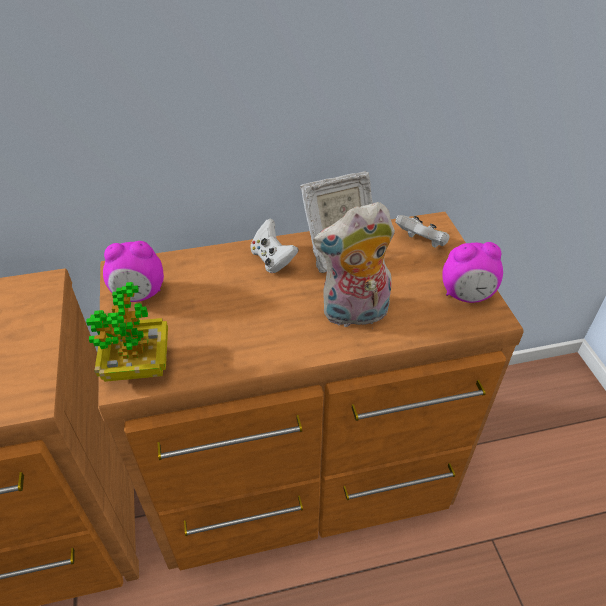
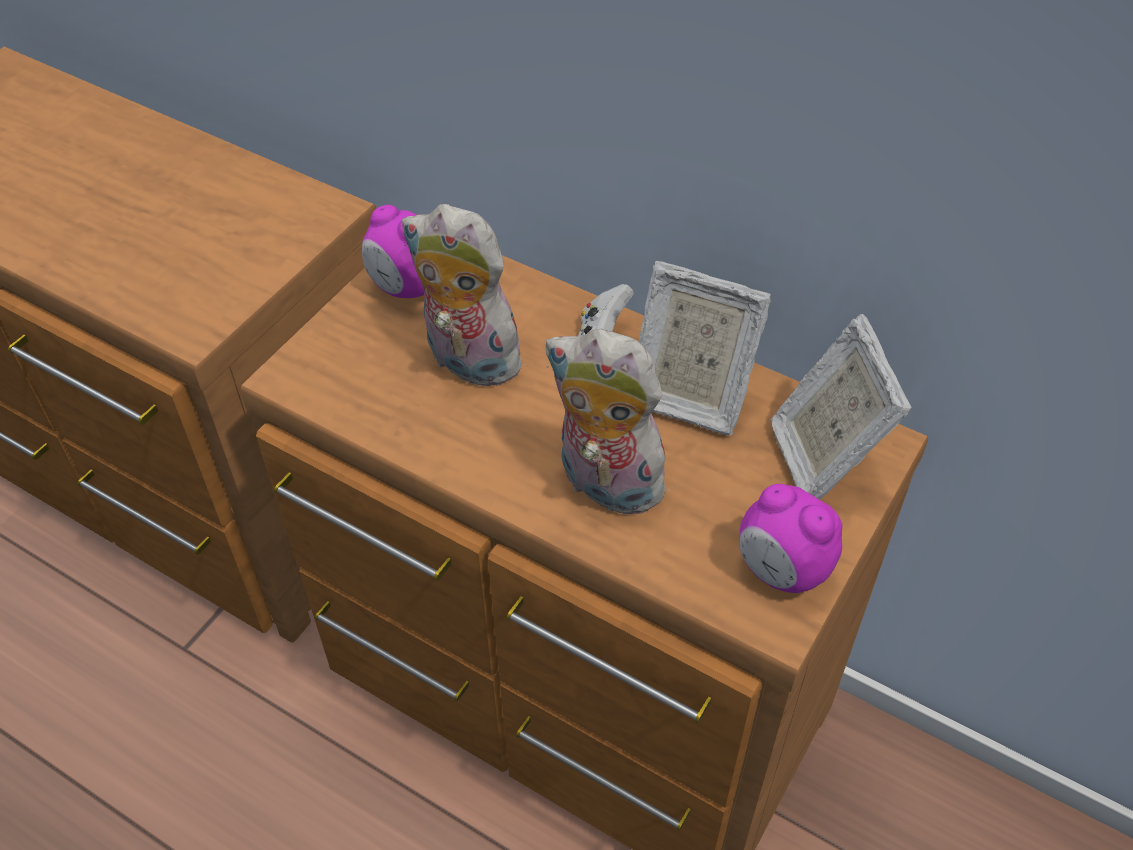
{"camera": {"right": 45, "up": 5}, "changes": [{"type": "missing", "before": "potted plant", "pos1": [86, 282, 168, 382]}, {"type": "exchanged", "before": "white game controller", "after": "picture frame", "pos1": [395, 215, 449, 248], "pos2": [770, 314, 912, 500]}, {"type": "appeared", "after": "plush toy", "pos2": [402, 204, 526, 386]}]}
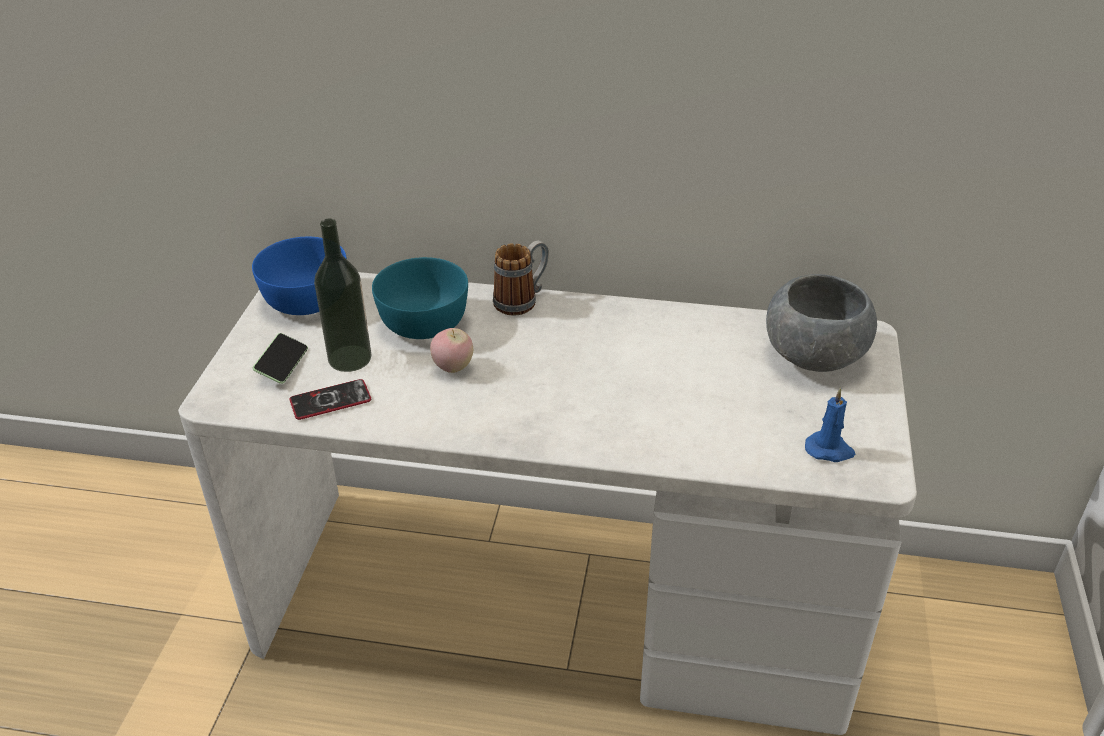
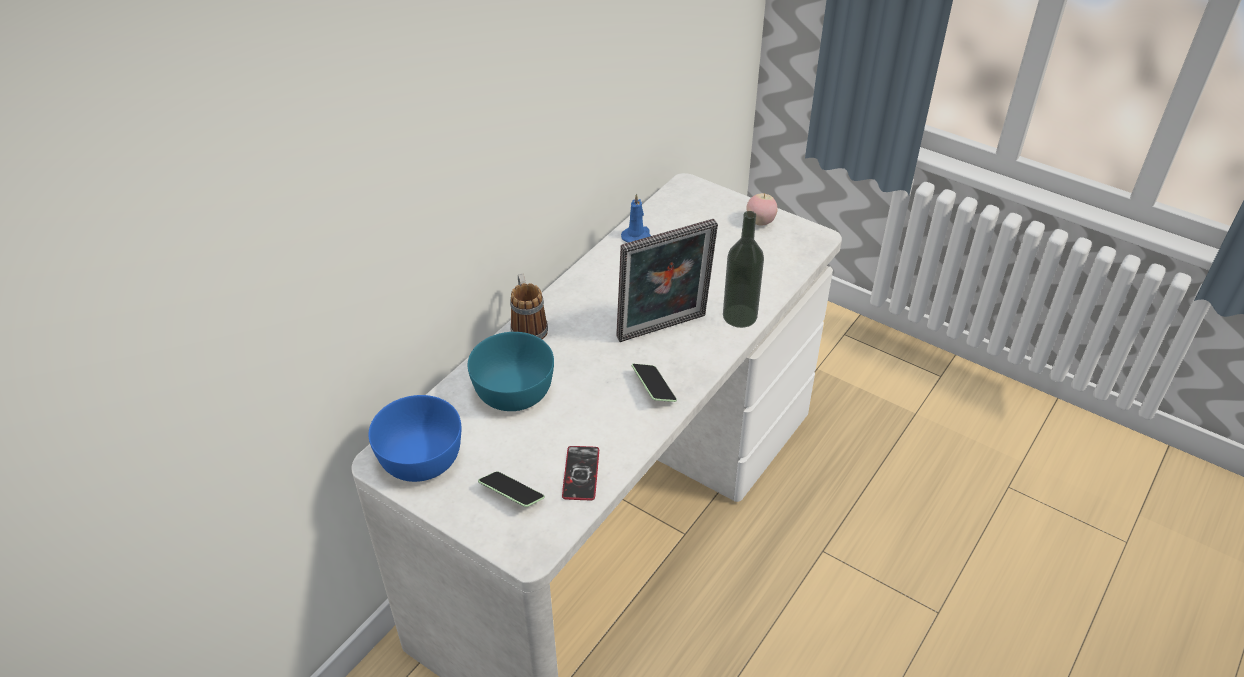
{"camera": {"right": -65, "up": 5}, "changes": [{"type": "relocated", "before": "bottle", "pos1": [314, 219, 372, 372], "pos2": [723, 211, 764, 328]}, {"type": "relocated", "before": "apple", "pos1": [430, 328, 473, 373], "pos2": [747, 193, 778, 225]}, {"type": "missing", "before": "grey bowl", "pos1": [766, 274, 877, 372]}, {"type": "relocated", "before": "blue candle", "pos1": [805, 388, 855, 462], "pos2": [621, 193, 651, 242]}, {"type": "appeared", "after": "picture frame", "pos2": [616, 219, 718, 342]}, {"type": "appeared", "after": "phone", "pos2": [632, 364, 677, 402]}]}
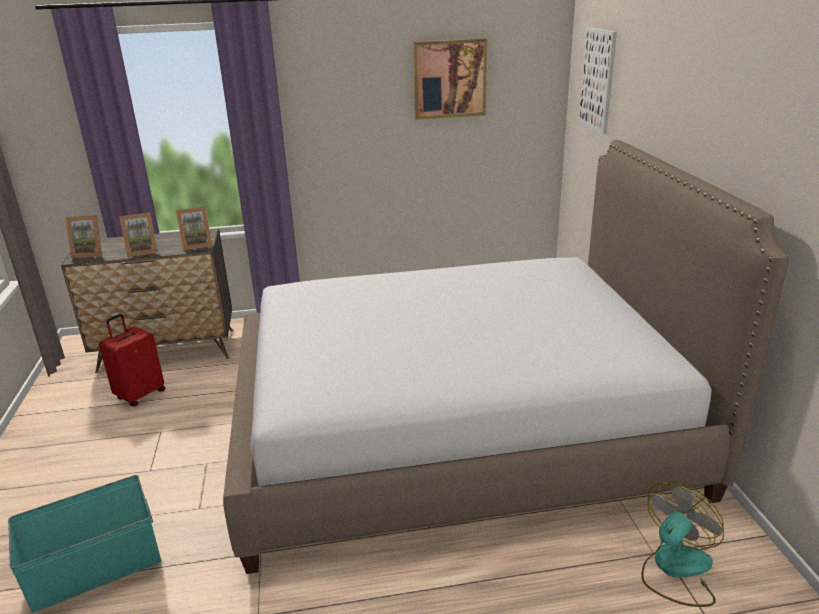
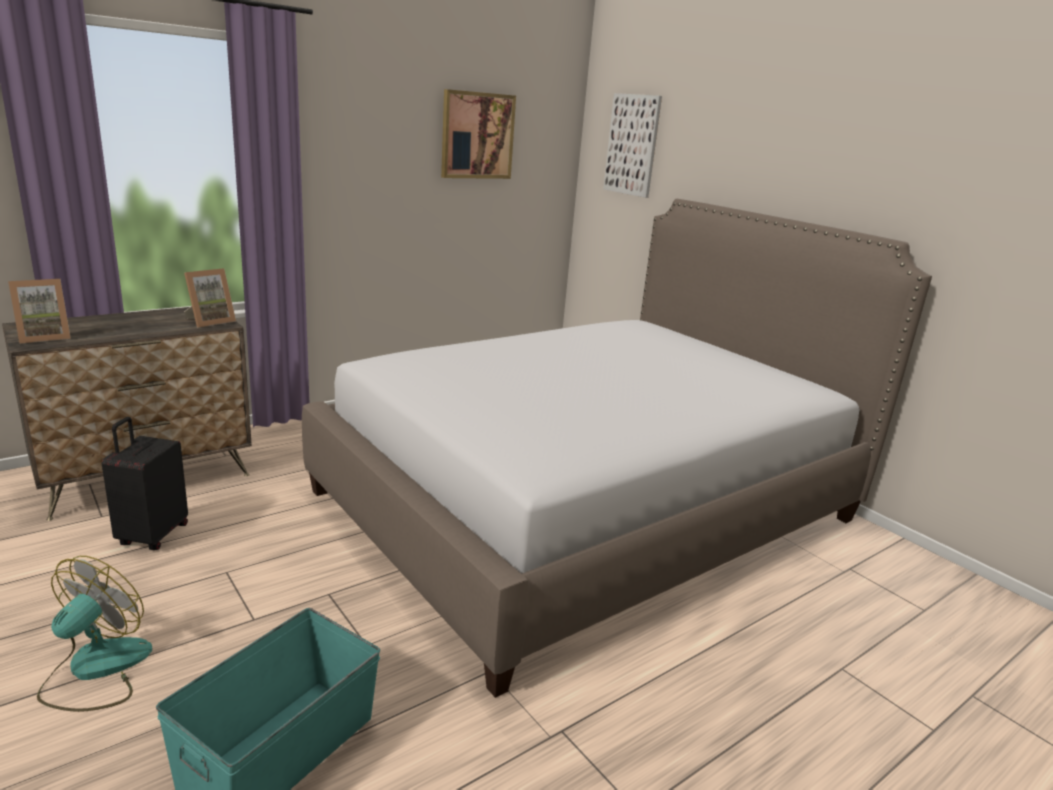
{"camera": {"right": -30, "up": -5}, "changes": [{"type": "colour", "before": "red suitcase", "after": "black suitcase", "pos1": [99, 314, 165, 406], "pos2": [102, 417, 188, 550]}, {"type": "missing", "before": "picture frame", "pos1": [119, 212, 158, 257]}, {"type": "relocated", "before": "fan", "pos1": [641, 481, 724, 607], "pos2": [37, 556, 153, 712]}]}
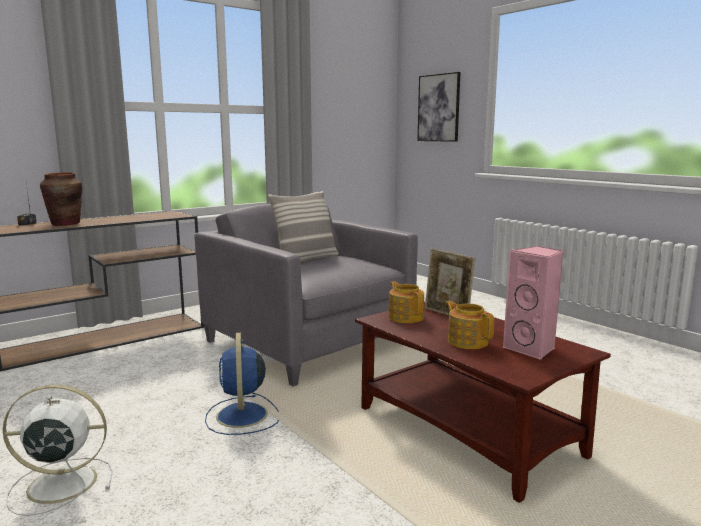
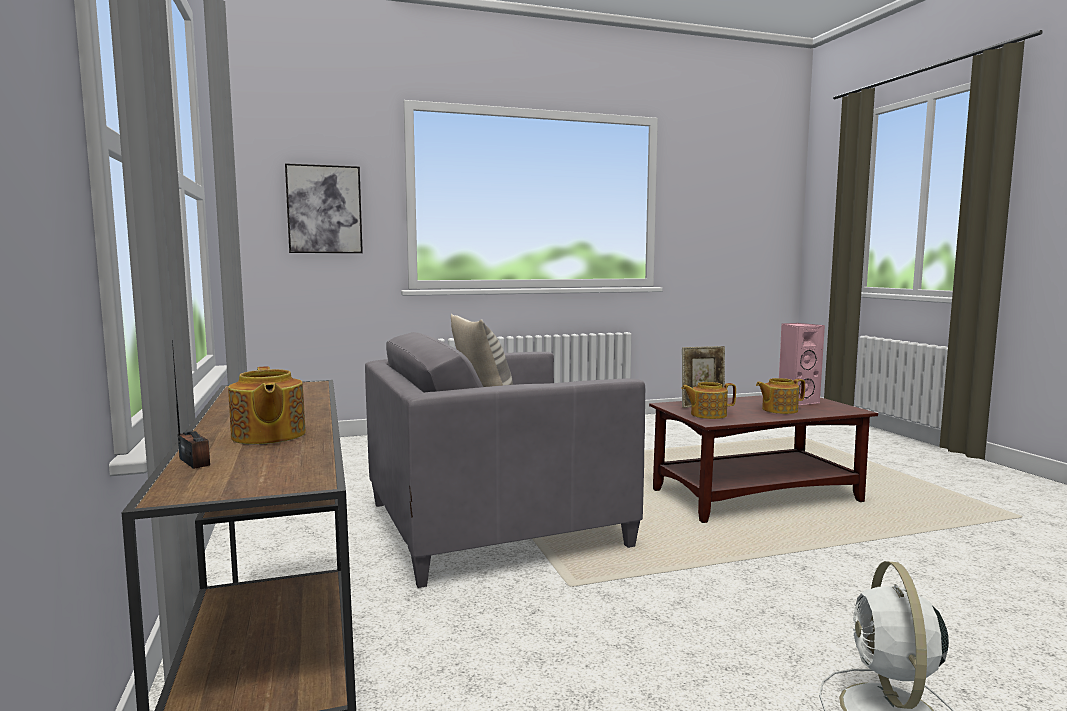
{"camera": {"right": -70, "up": -5}, "changes": [{"type": "exchanged", "before": "brown vase", "after": "teapot", "pos1": [40, 172, 82, 226], "pos2": [228, 366, 306, 444]}, {"type": "missing", "before": "blue fan", "pos1": [205, 333, 279, 435]}]}
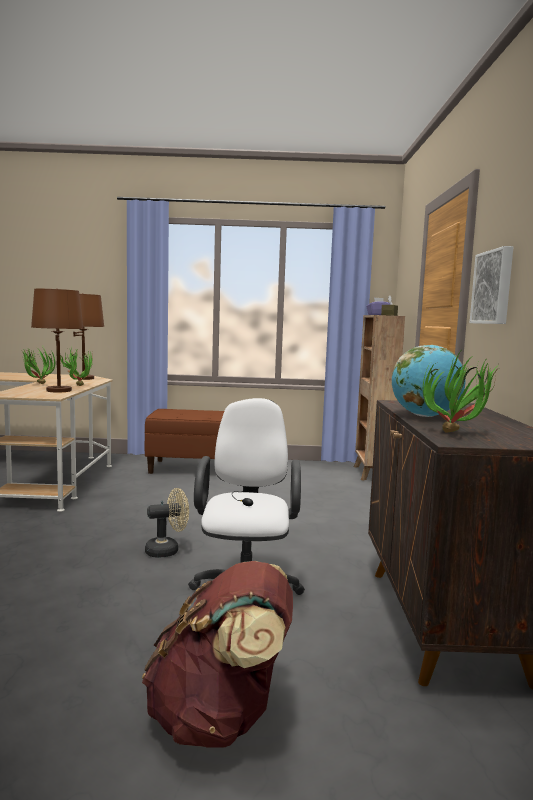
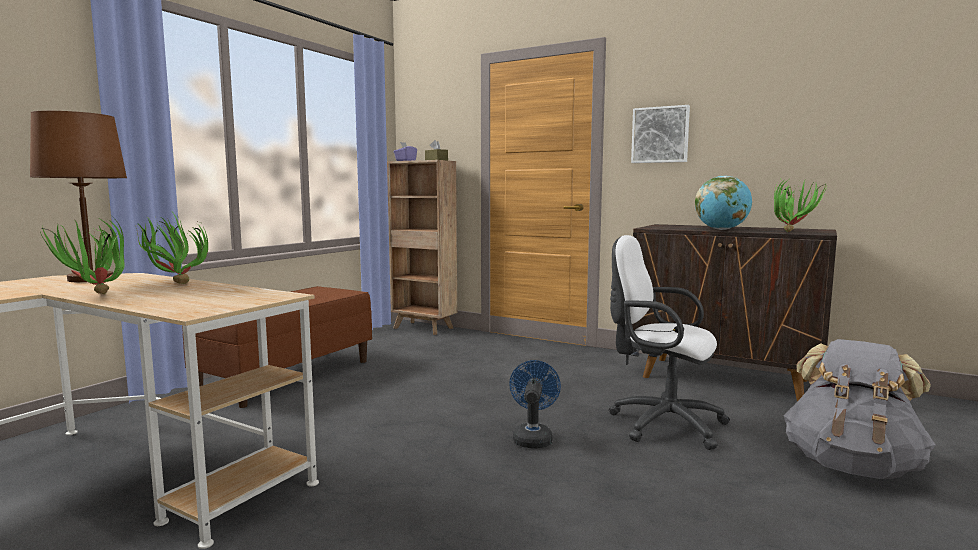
{"camera": {"right": -60, "up": 0}, "changes": [{"type": "missing", "before": "brown table lamp", "pos1": [31, 288, 84, 392]}, {"type": "colour", "before": "brown backpack", "after": "grey backpack", "pos1": [142, 561, 293, 748], "pos2": [784, 339, 935, 479]}, {"type": "colour", "before": "beige fan", "after": "blue fan", "pos1": [145, 488, 189, 558], "pos2": [509, 360, 561, 448]}]}
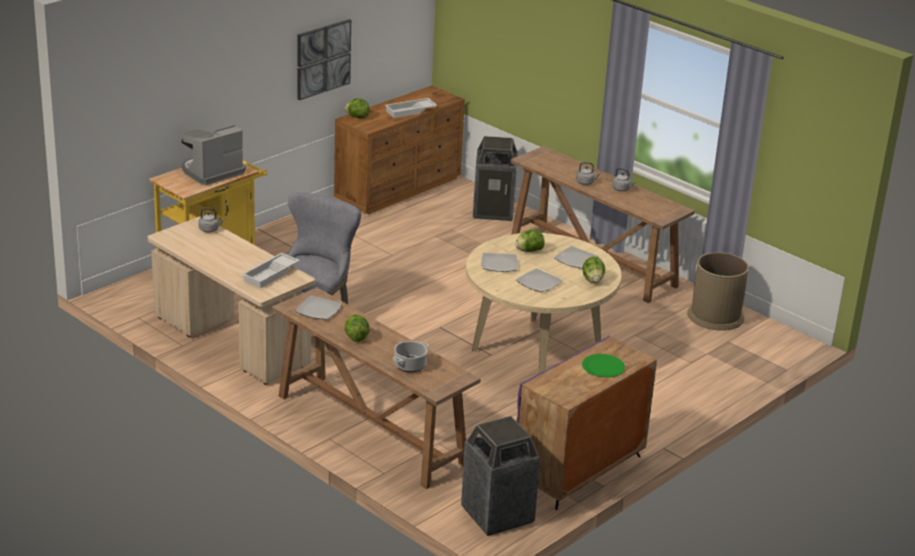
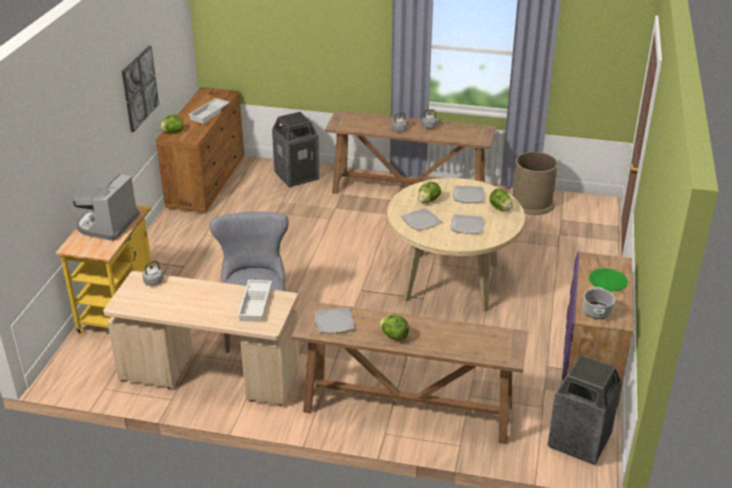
{"camera": {"right": -30, "up": 5}, "changes": [{"type": "relocated", "before": "cooking pot", "pos1": [393, 341, 429, 372], "pos2": [583, 287, 616, 319]}]}
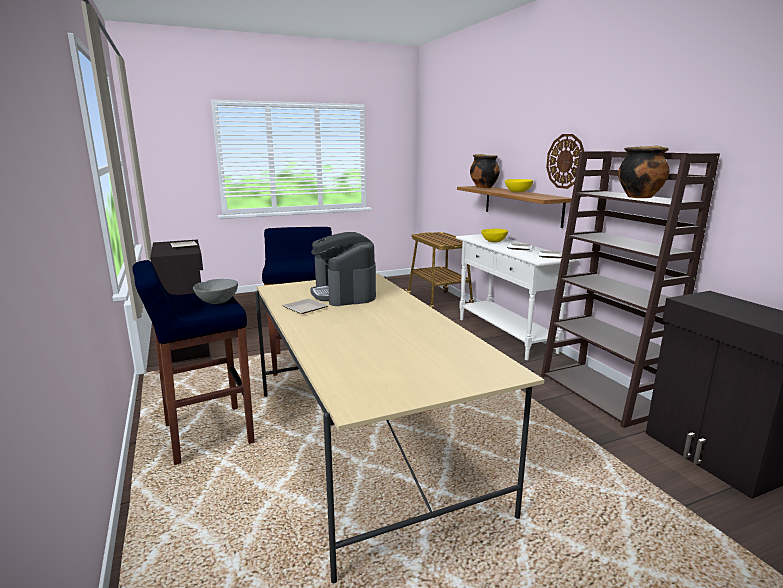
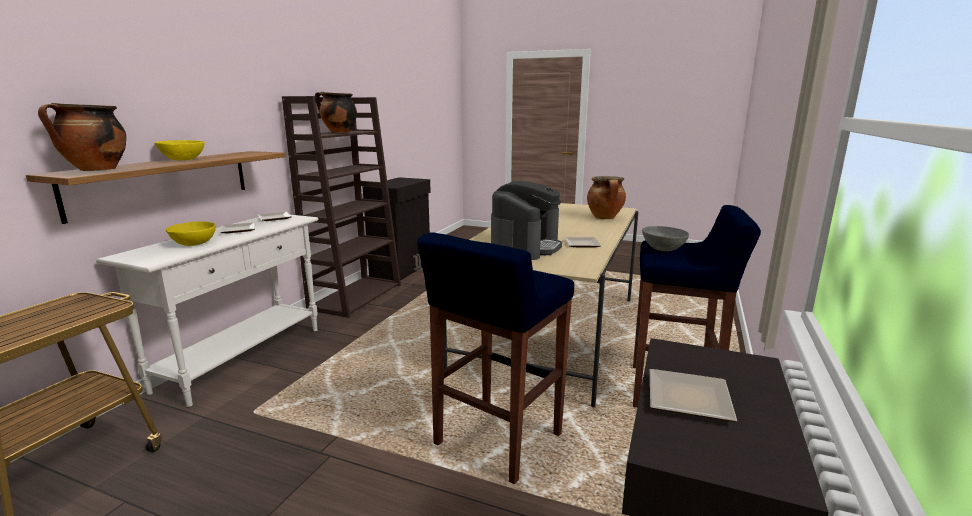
{"camera": {"right": -135, "up": 0}, "changes": [{"type": "missing", "before": "wall clock", "pos1": [546, 134, 584, 189]}, {"type": "appeared", "after": "cooking pot", "pos2": [587, 176, 626, 219]}]}
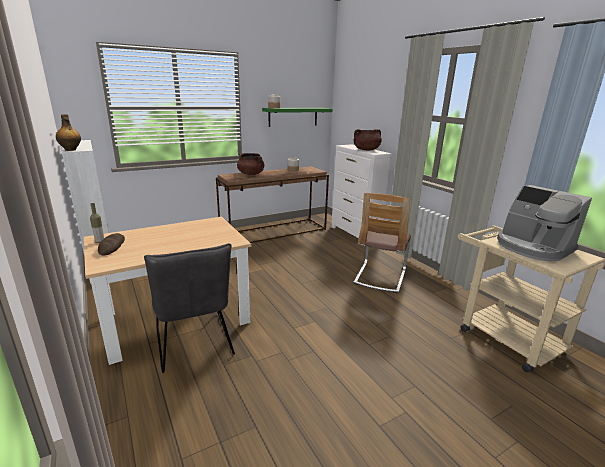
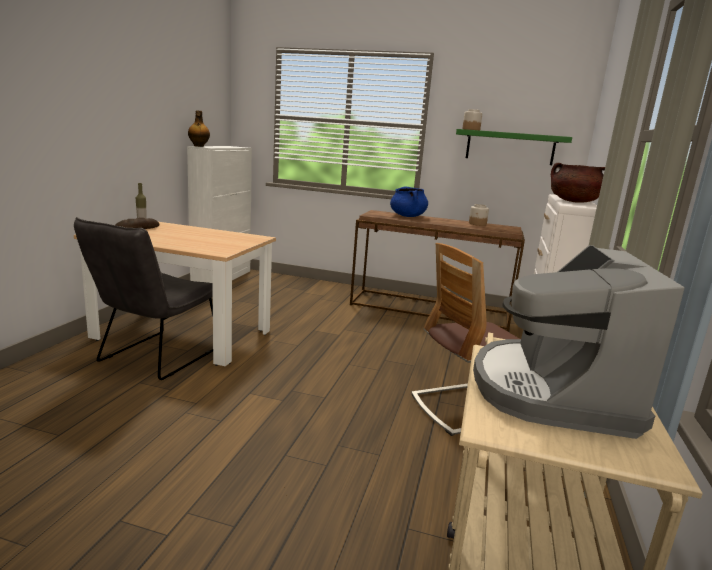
{"camera": {"right": 45, "up": -5}, "changes": [{"type": "colour", "before": "brown cooking pot", "after": "blue cooking pot", "pos1": [237, 153, 265, 175], "pos2": [390, 187, 428, 217]}]}
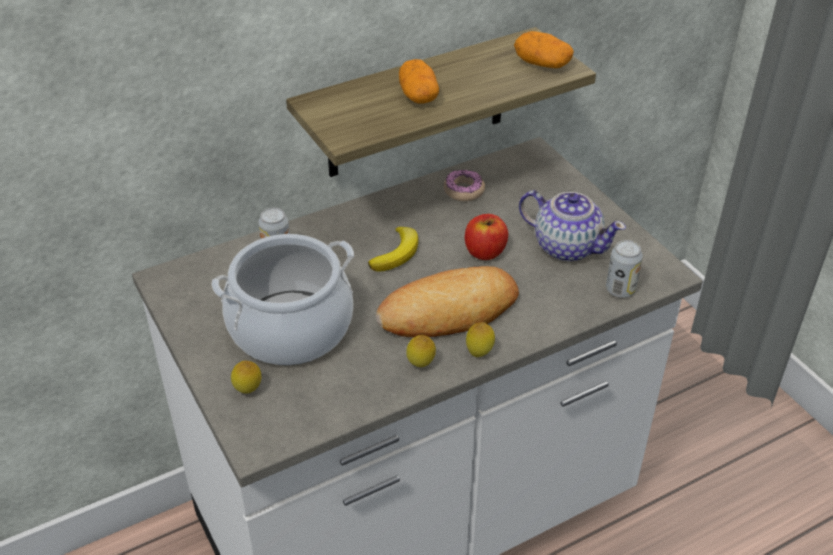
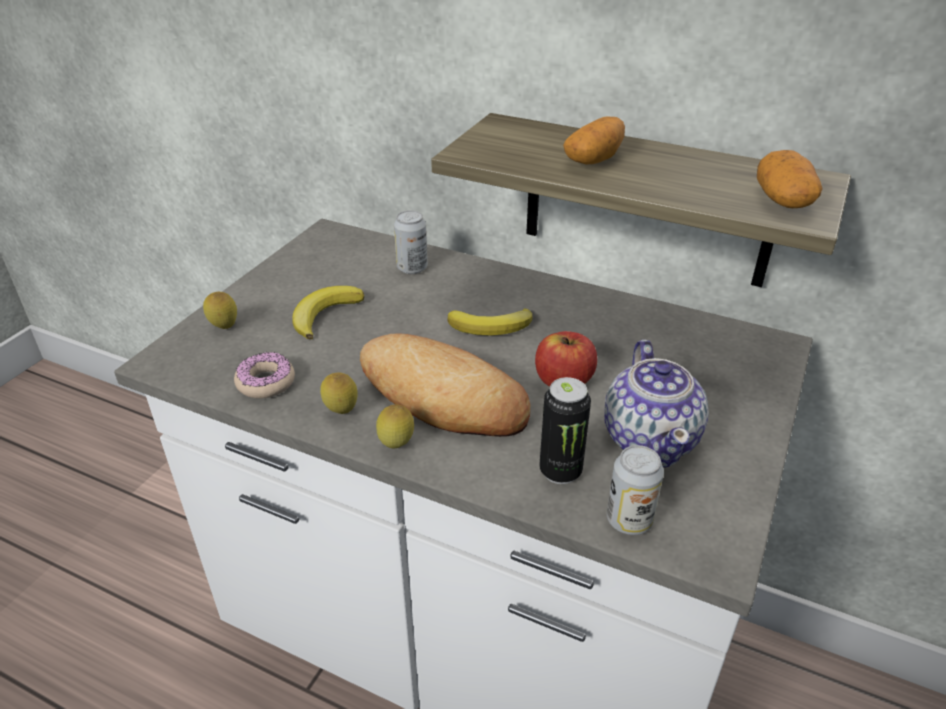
{"camera": {"right": 55, "up": -5}, "changes": [{"type": "exchanged", "before": "cooking pot", "after": "banana", "pos1": [211, 234, 354, 365], "pos2": [292, 286, 364, 340]}, {"type": "relocated", "before": "donut", "pos1": [444, 169, 485, 201], "pos2": [234, 352, 295, 399]}, {"type": "appeared", "after": "can", "pos2": [539, 377, 591, 484]}]}
